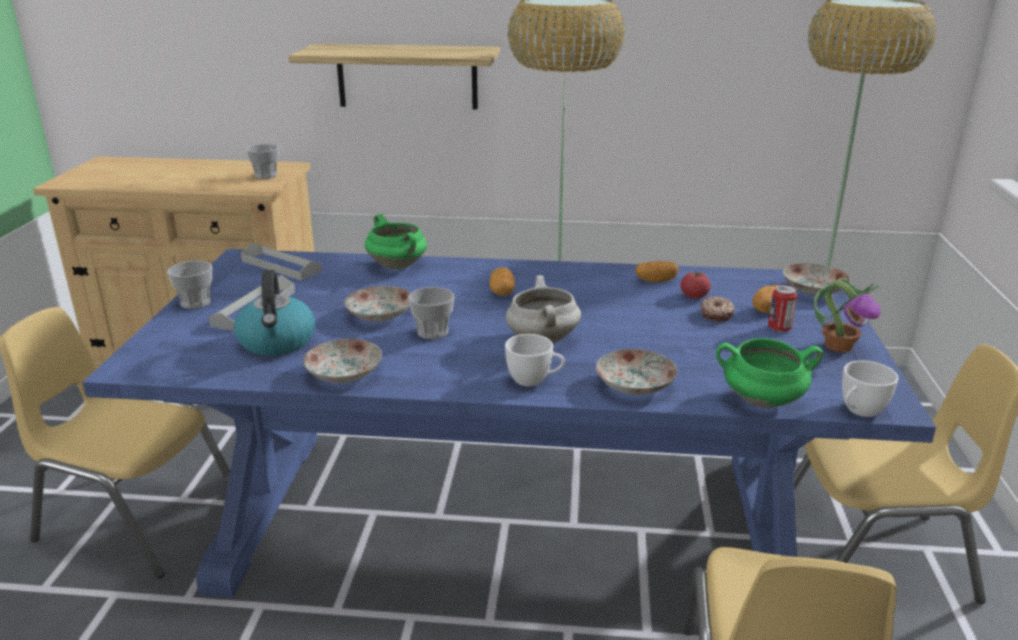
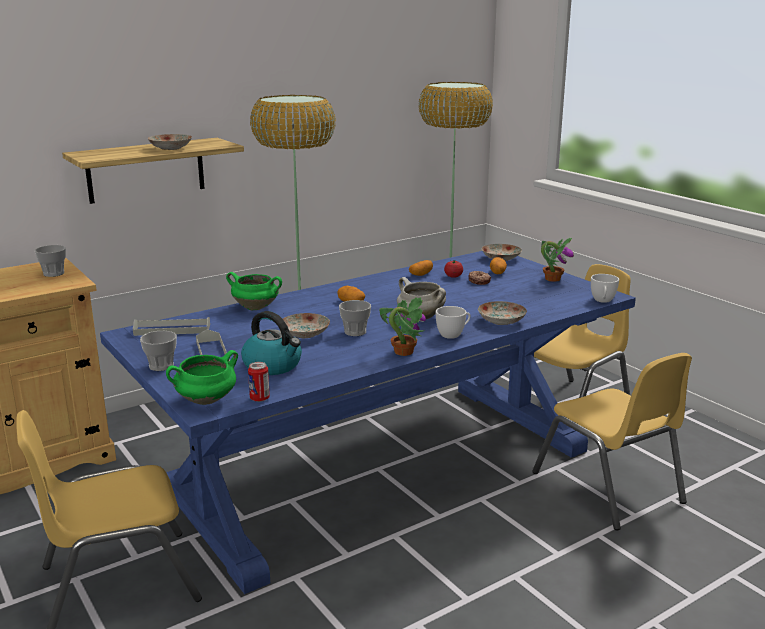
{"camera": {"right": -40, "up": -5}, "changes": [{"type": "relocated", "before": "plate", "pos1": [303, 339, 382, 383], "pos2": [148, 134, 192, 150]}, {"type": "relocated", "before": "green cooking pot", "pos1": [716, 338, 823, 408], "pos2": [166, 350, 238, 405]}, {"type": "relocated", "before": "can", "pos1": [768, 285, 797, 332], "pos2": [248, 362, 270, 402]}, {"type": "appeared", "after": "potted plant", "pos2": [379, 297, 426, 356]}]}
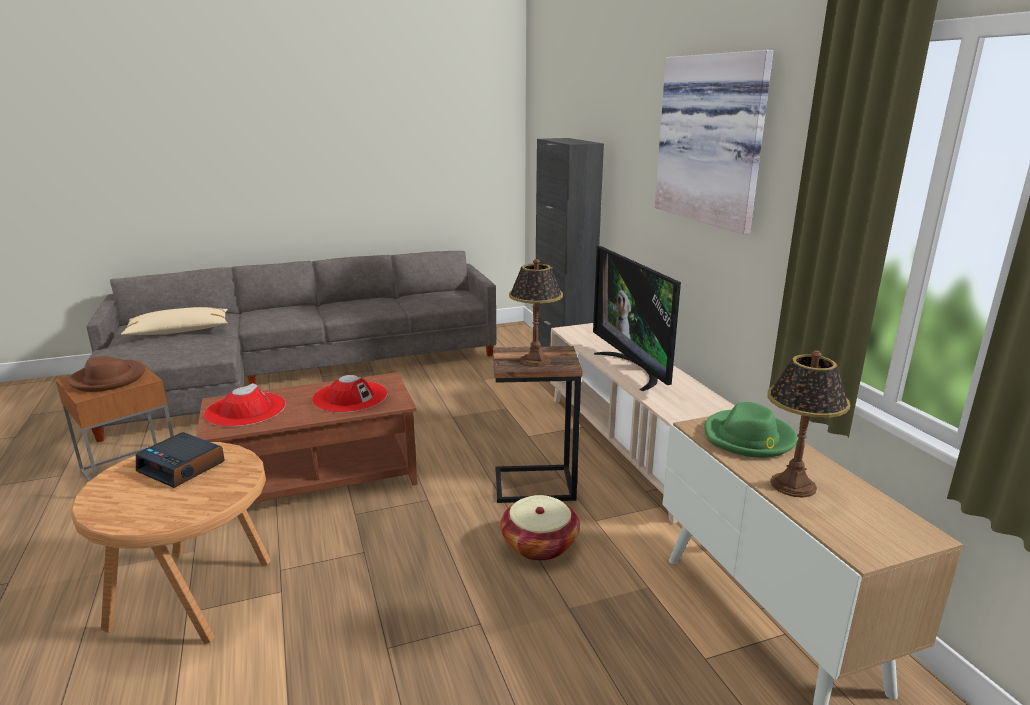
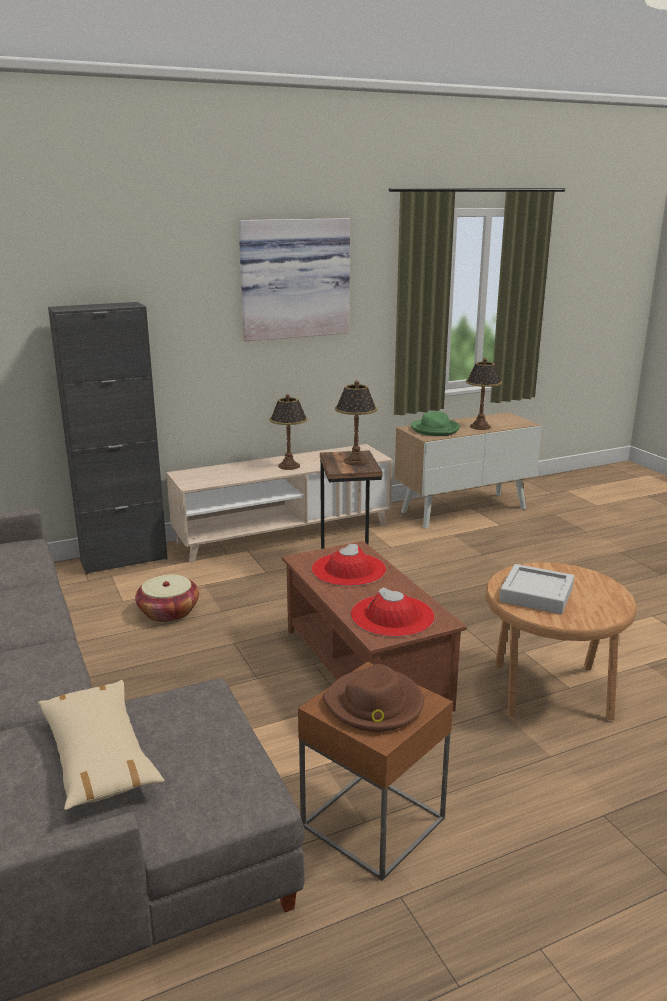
{"camera": {"right": -95, "up": 0}, "changes": [{"type": "exchanged", "before": "alarm clock", "after": "grey tray", "pos1": [136, 432, 225, 488], "pos2": [499, 564, 574, 614]}, {"type": "relocated", "before": "basket", "pos1": [500, 495, 580, 561], "pos2": [135, 574, 199, 622]}, {"type": "exchanged", "before": "television", "after": "table lamp", "pos1": [593, 246, 681, 391], "pos2": [269, 394, 307, 470]}]}
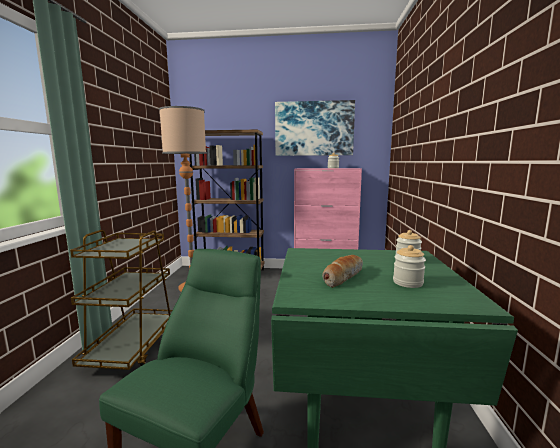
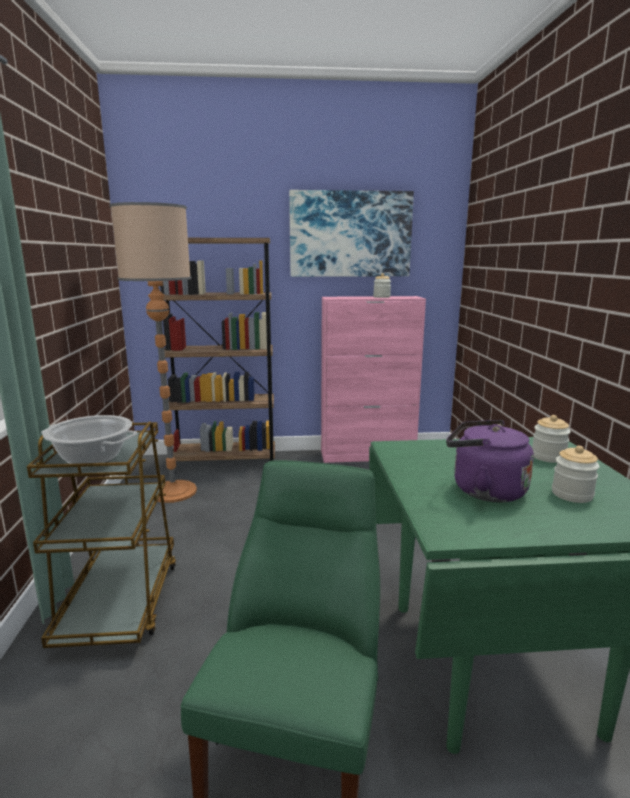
{"camera": {"right": -10, "up": 5}, "changes": [{"type": "exchanged", "before": "bread", "after": "purple kettle", "pos1": [322, 255, 363, 288], "pos2": [446, 420, 534, 502]}, {"type": "appeared", "after": "cooking pot", "pos2": [41, 415, 137, 464]}]}
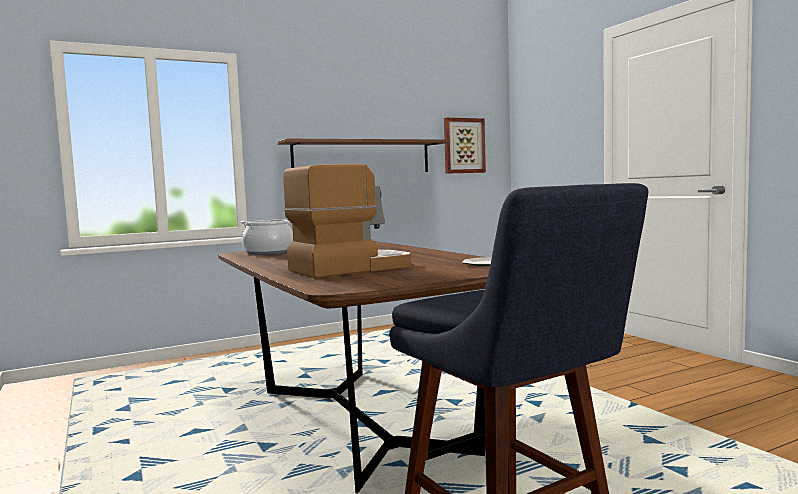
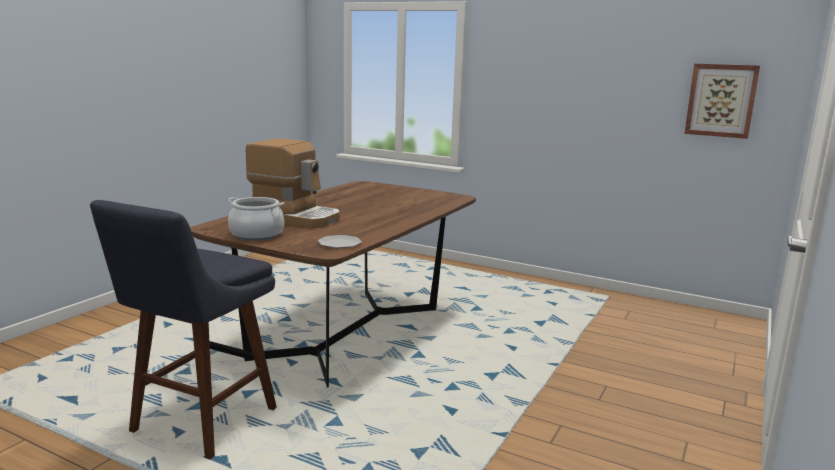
{"camera": {"right": 55, "up": 10}, "changes": [{"type": "relocated", "before": "cooking pot", "pos1": [240, 219, 293, 255], "pos2": [228, 197, 284, 241]}, {"type": "missing", "before": "brown shelf", "pos1": [278, 139, 450, 172]}]}
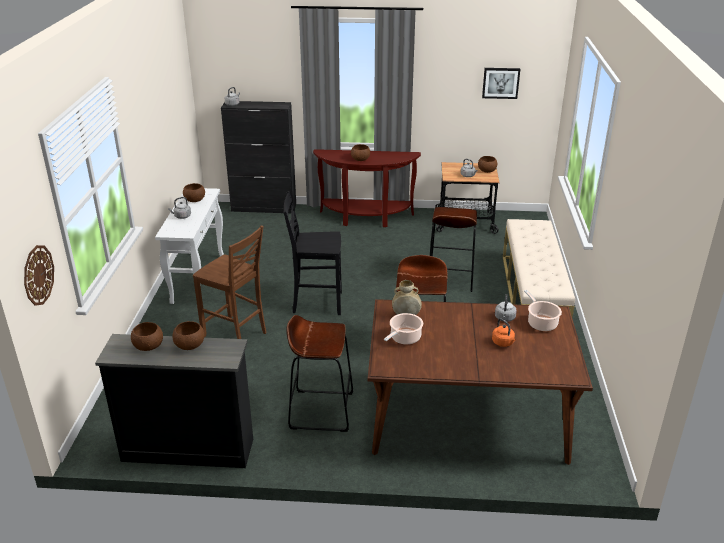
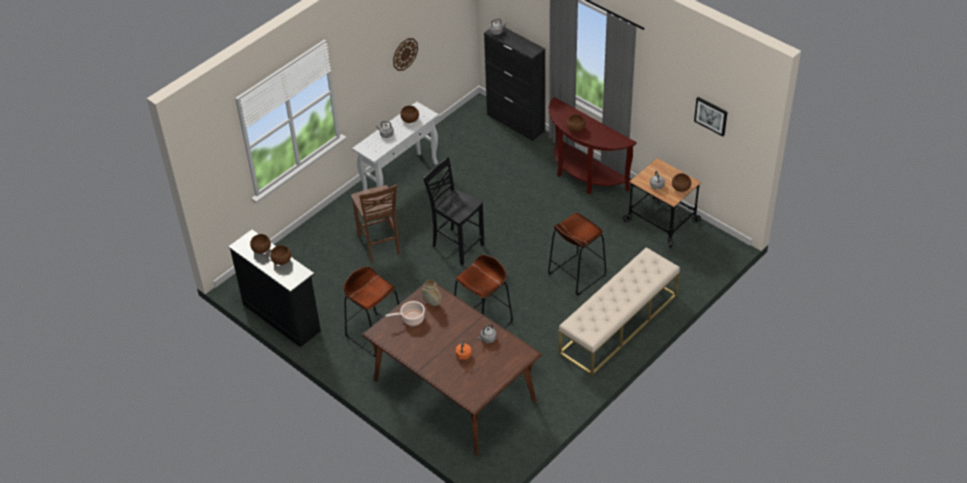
{"camera": {"right": 40, "up": 15}, "changes": [{"type": "relocated", "before": "wall clock", "pos1": [24, 245, 54, 306], "pos2": [393, 38, 418, 71]}, {"type": "missing", "before": "cooking pot", "pos1": [524, 290, 562, 331]}]}
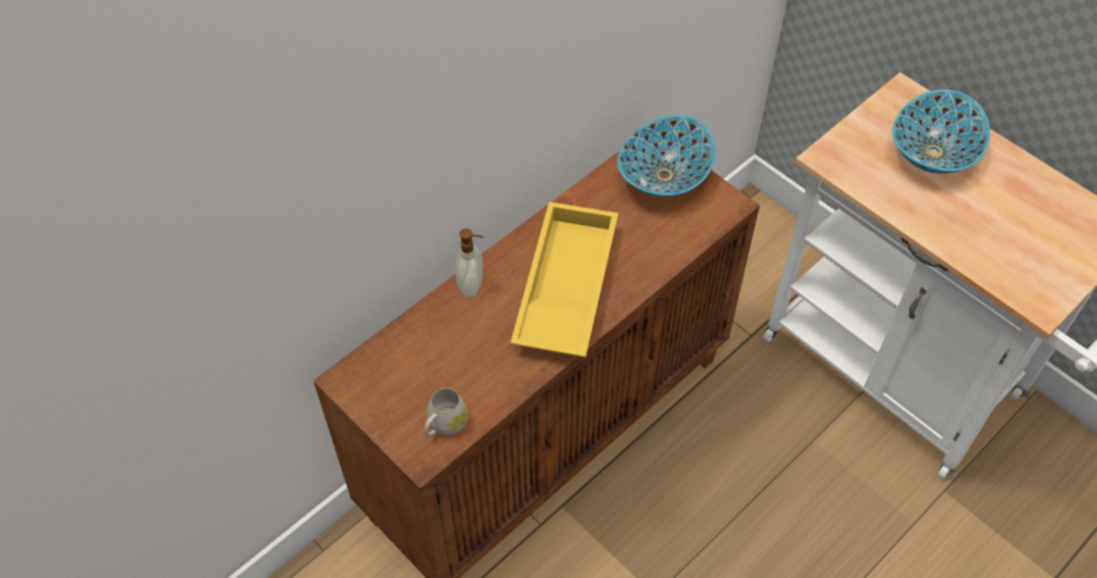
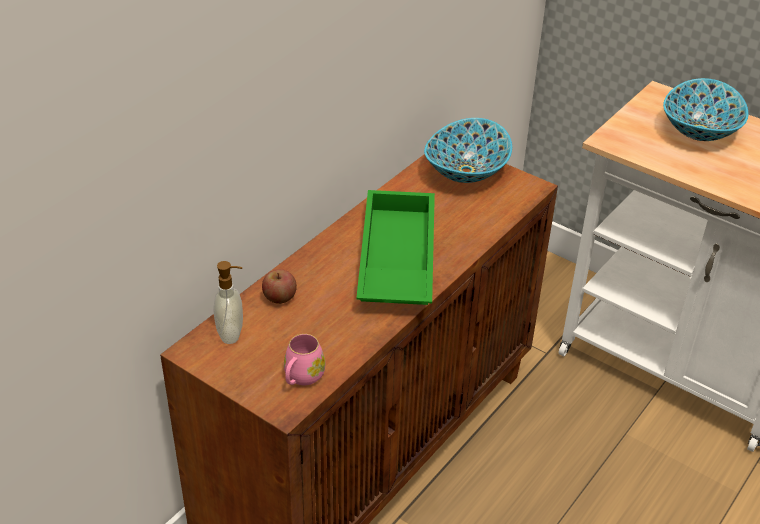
{"camera": {"right": -10, "up": -15}, "changes": [{"type": "colour", "before": "white mug", "after": "pink mug", "pos1": [424, 388, 468, 436], "pos2": [284, 334, 325, 385]}, {"type": "relocated", "before": "soap dispenser", "pos1": [455, 228, 483, 297], "pos2": [213, 261, 243, 344]}, {"type": "colour", "before": "yellow tray", "after": "green tray", "pos1": [510, 202, 618, 358], "pos2": [356, 190, 435, 305]}, {"type": "appeared", "after": "apple", "pos2": [262, 269, 297, 304]}]}
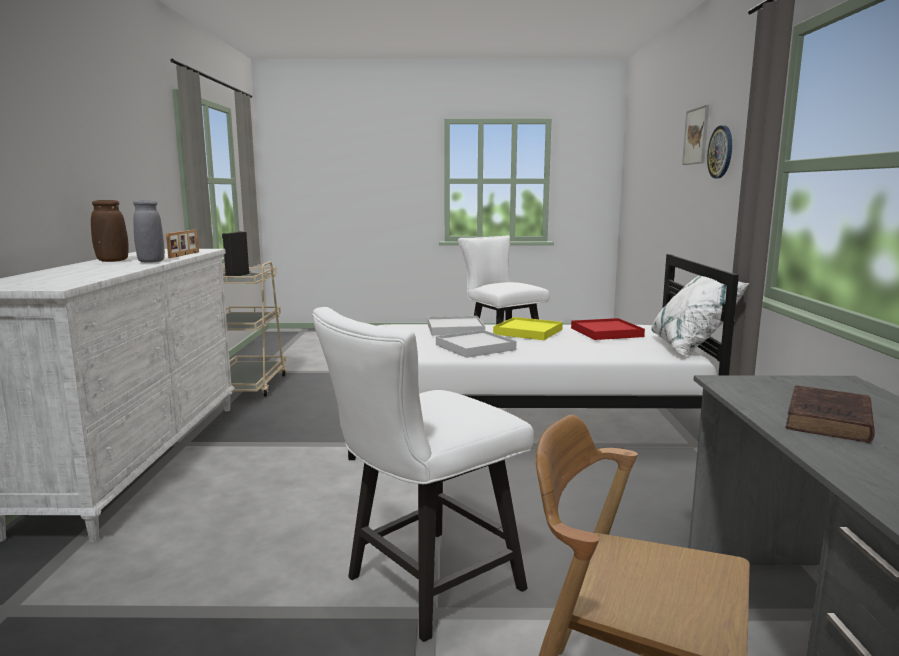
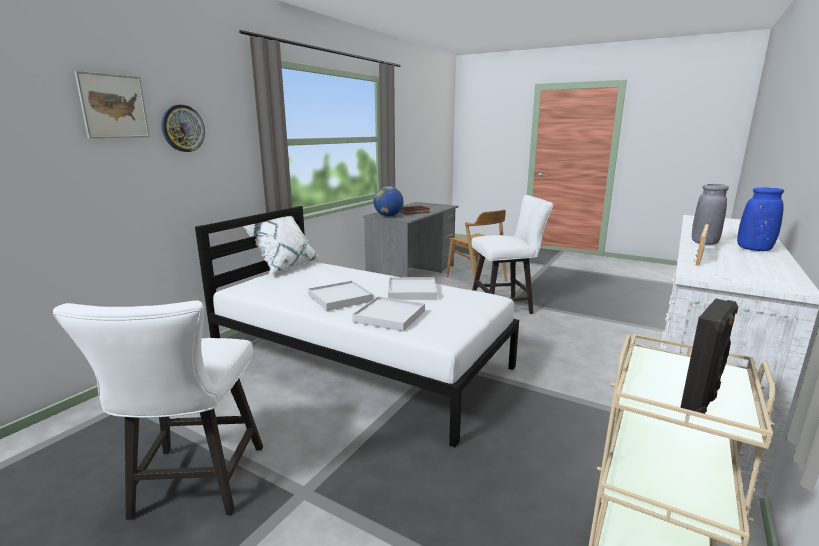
{"camera": {"right": -150, "up": 5}, "changes": [{"type": "colour", "before": "brown vase", "after": "blue vase", "pos1": [91, 200, 129, 262], "pos2": [737, 187, 784, 251]}, {"type": "colour", "before": "yellow tray", "after": "white tray", "pos1": [493, 317, 563, 340], "pos2": [308, 281, 373, 311]}, {"type": "missing", "before": "red tray", "pos1": [571, 318, 645, 340]}, {"type": "appeared", "after": "globe", "pos2": [373, 186, 403, 217]}]}
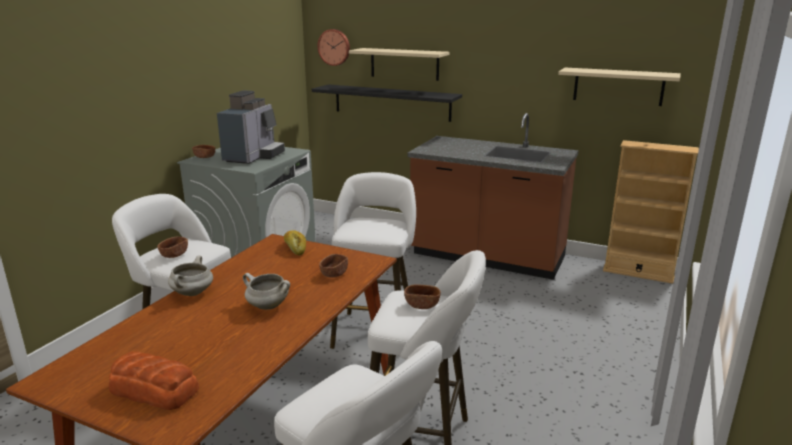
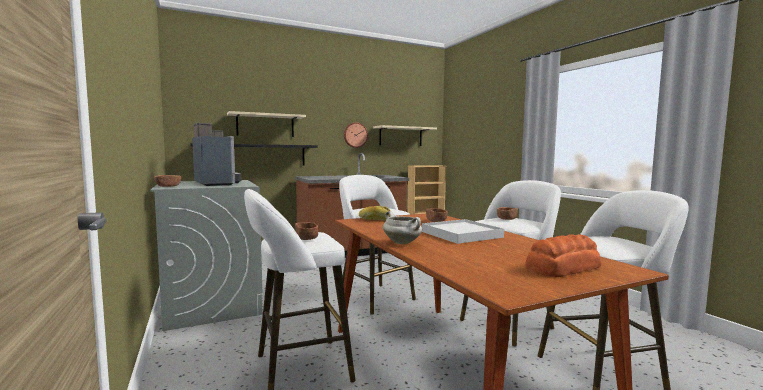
{"camera": {"right": -50, "up": -15}, "changes": [{"type": "exchanged", "before": "white cooking pot", "after": "white tray", "pos1": [243, 273, 290, 310], "pos2": [422, 219, 504, 244]}, {"type": "relocated", "before": "wall clock", "pos1": [317, 29, 350, 66], "pos2": [344, 123, 368, 148]}]}
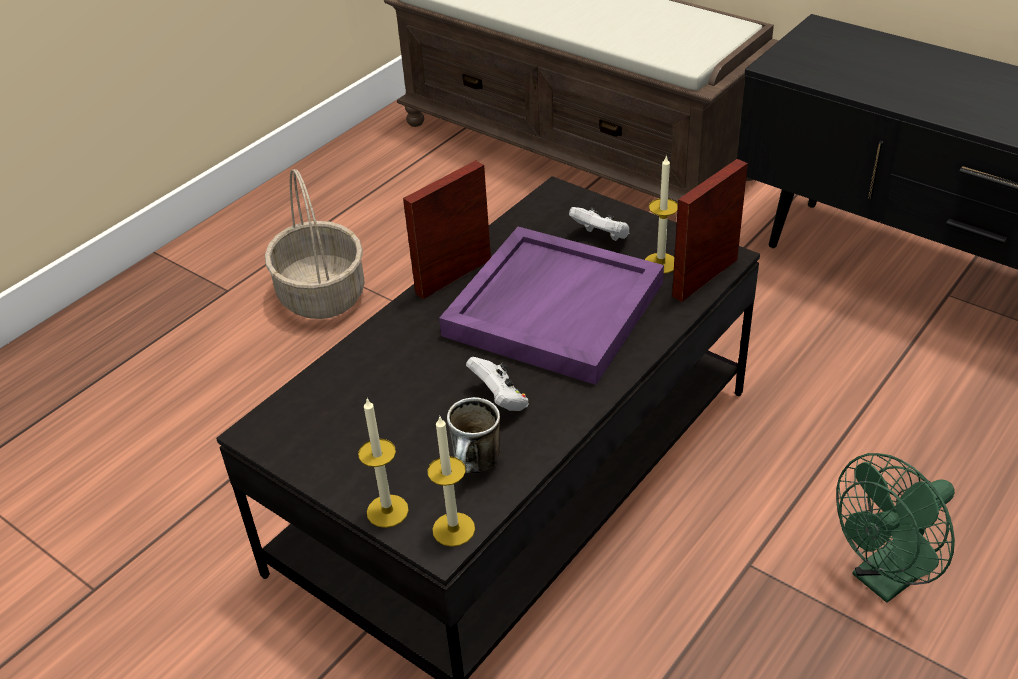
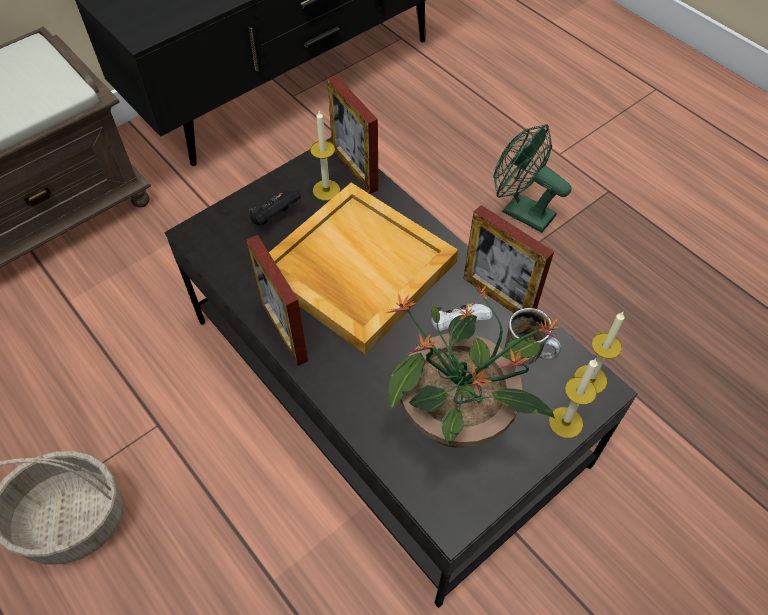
{"camera": {"right": -80, "up": 15}, "changes": [{"type": "colour", "before": "purple tray", "after": "beige tray", "pos1": [439, 227, 664, 385], "pos2": [269, 183, 458, 355]}, {"type": "colour", "before": "white game controller", "after": "black game controller", "pos1": [569, 207, 629, 241], "pos2": [249, 191, 301, 225]}, {"type": "spun", "before": "green fan", "pos1": [836, 453, 955, 603], "pos2": [494, 124, 571, 233], "turn": 150}, {"type": "appeared", "after": "potted plant", "pos2": [386, 285, 560, 448]}, {"type": "appeared", "after": "picture frame", "pos2": [463, 205, 554, 313]}]}
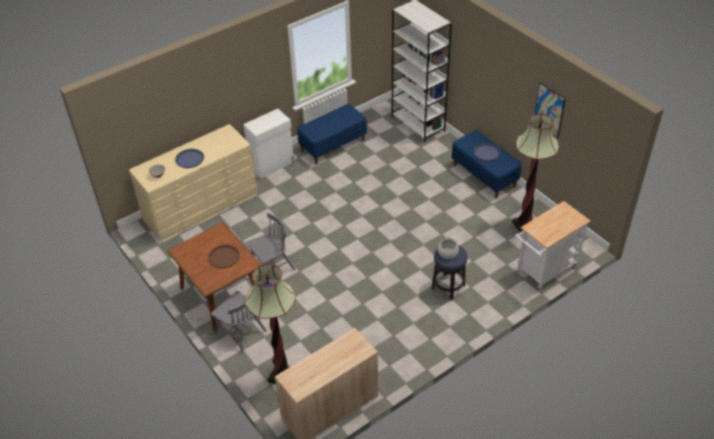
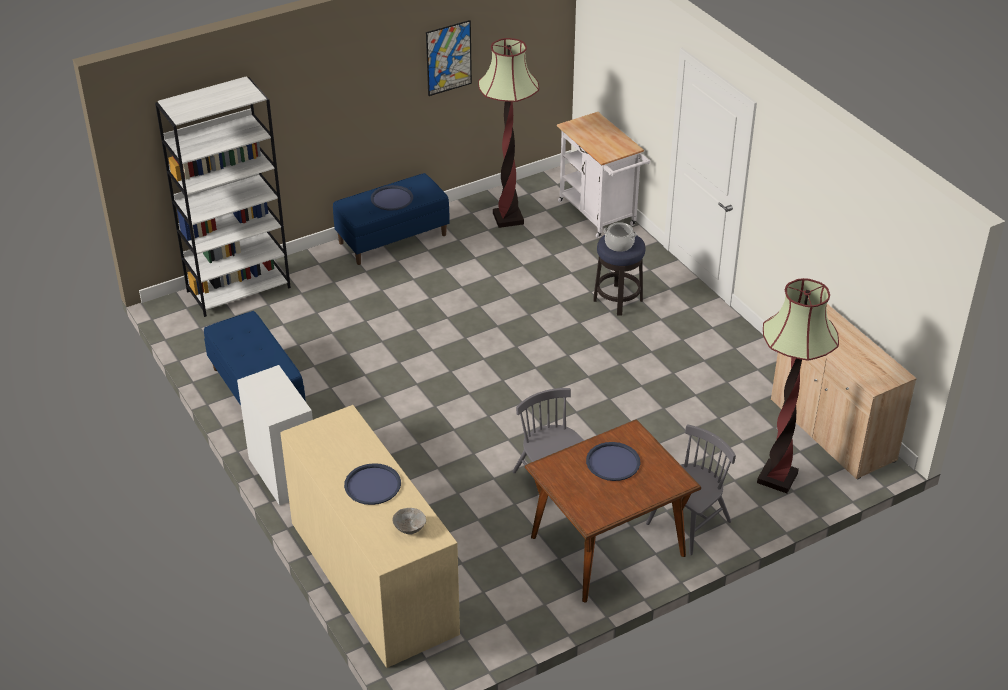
{"camera": {"right": -85, "up": -5}, "changes": [{"type": "colour", "before": "brown tray", "after": "blue tray", "pos1": [208, 244, 240, 268], "pos2": [586, 442, 640, 481]}]}
